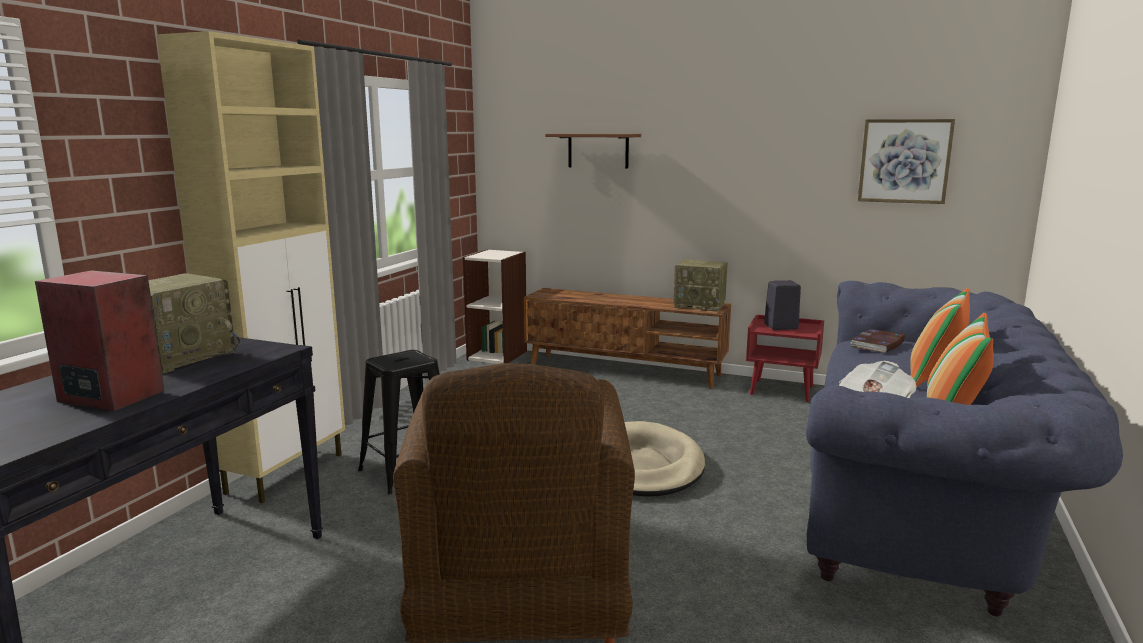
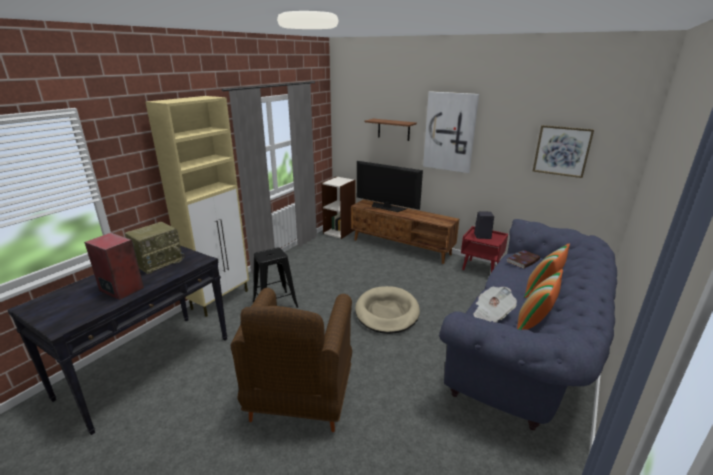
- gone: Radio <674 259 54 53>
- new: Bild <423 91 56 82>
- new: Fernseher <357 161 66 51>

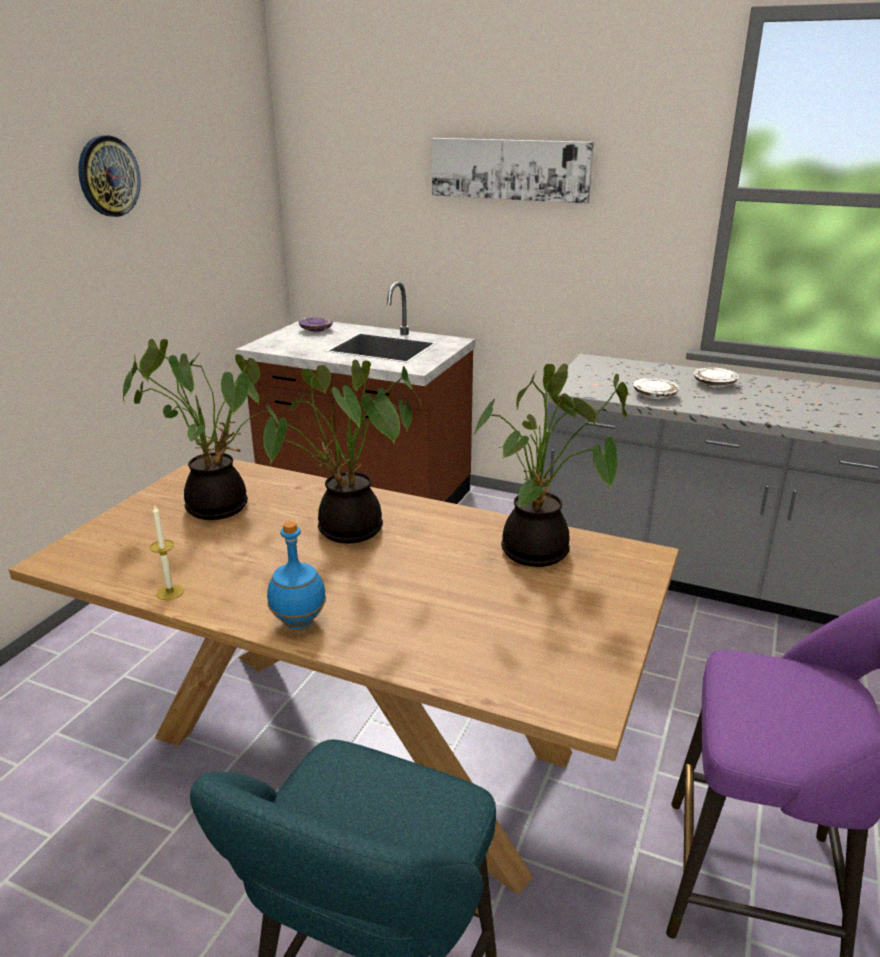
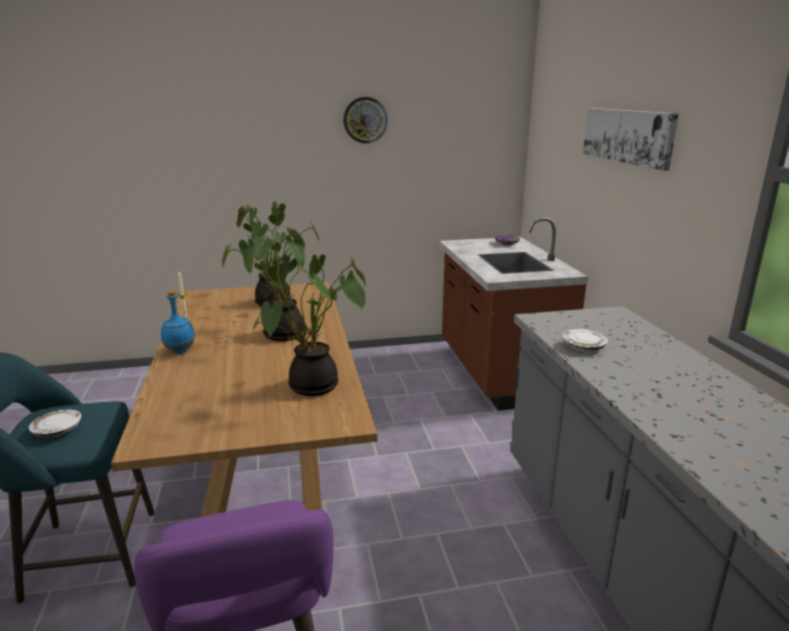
- shifted: Teller/weiß <694 367 45 21> to <29 410 52 27>

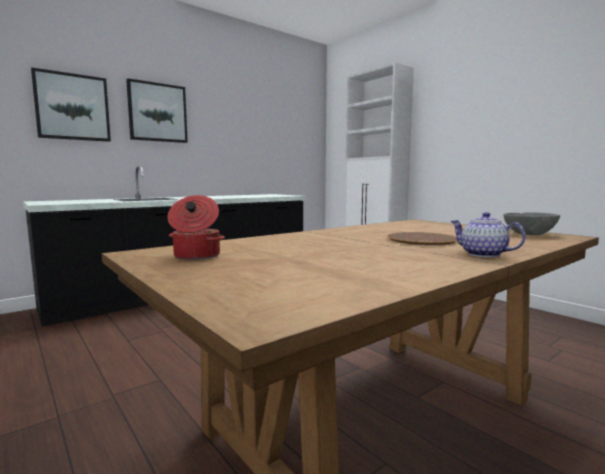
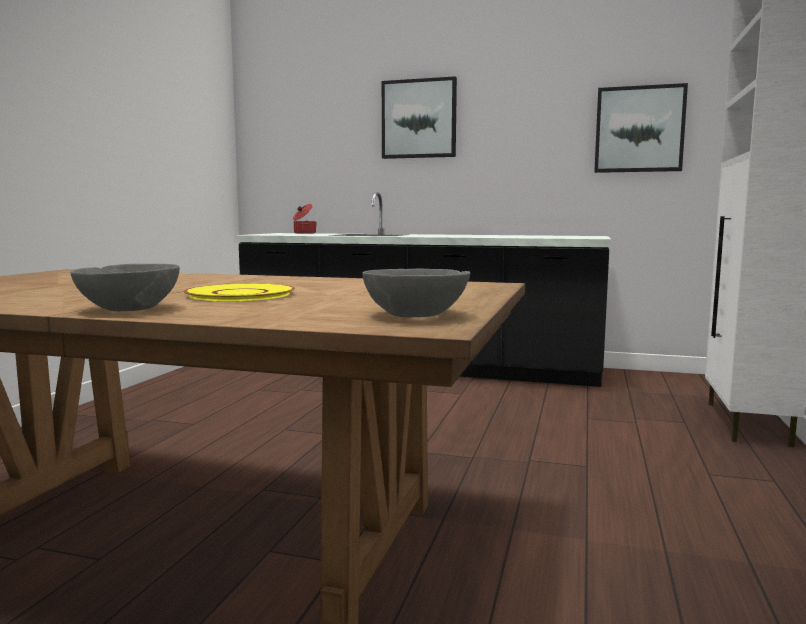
- shifted: Bild <31 67 80 75> to <594 83 94 90>
- shifted: Kochtopf <168 195 57 65> to <293 204 24 30>
- swapped: Teekanne <451 212 75 45> to Schüssel/grau <70 264 110 47>
- repainted: Teller/braun <387 232 70 14> to Teller/gelb <184 283 111 18>

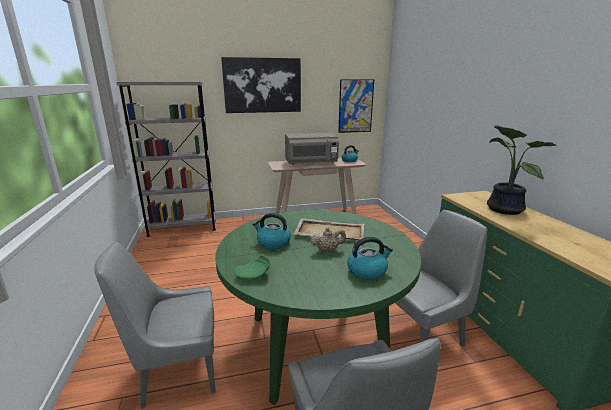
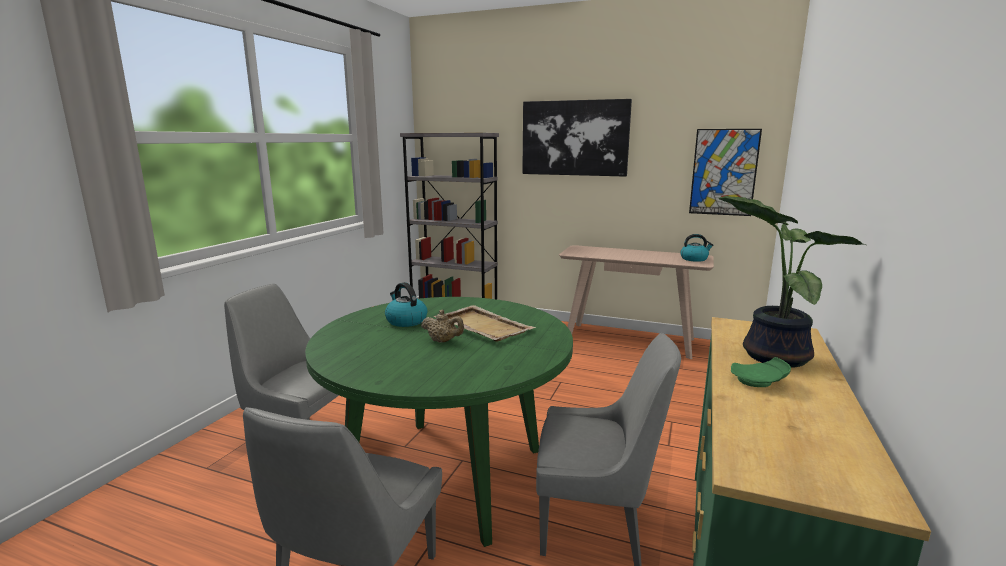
- gone: Mikrowelle/grau <285 133 54 32>
- gone: Wasserkessel <347 237 46 43>
- shifted: Teller/grün <235 255 35 26> to <731 357 60 30>

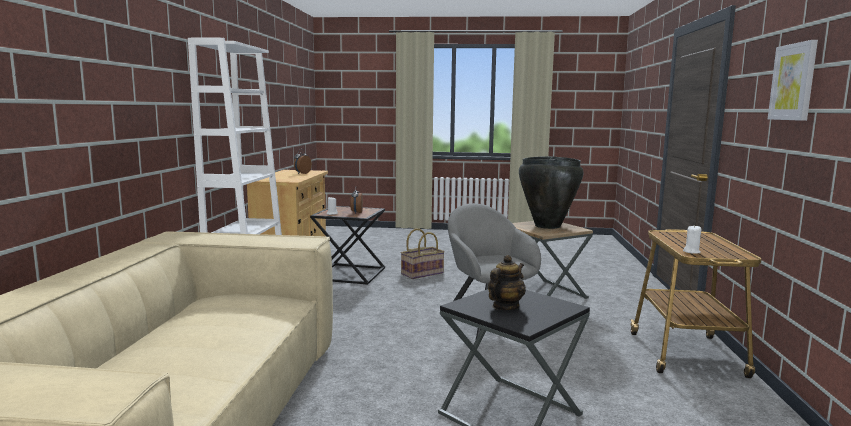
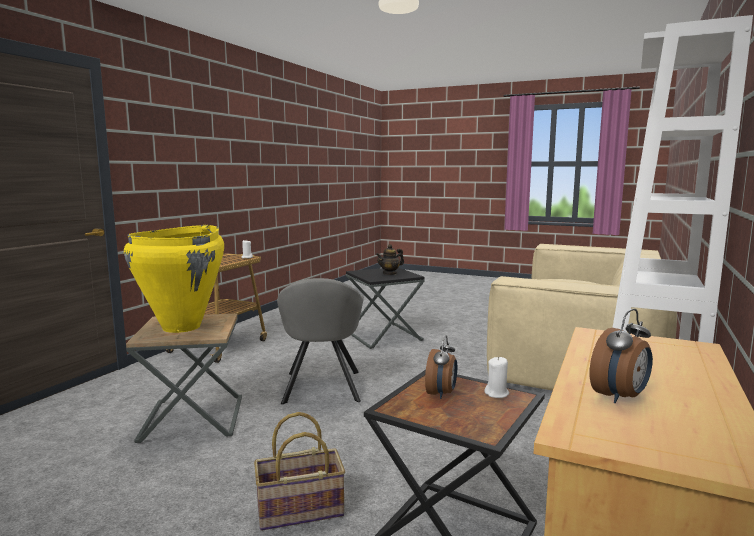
- gone: Bild <768 40 50 81>
- repainted: Vase/schwarz <519 156 65 73> to Vase/gelb <124 225 100 108>

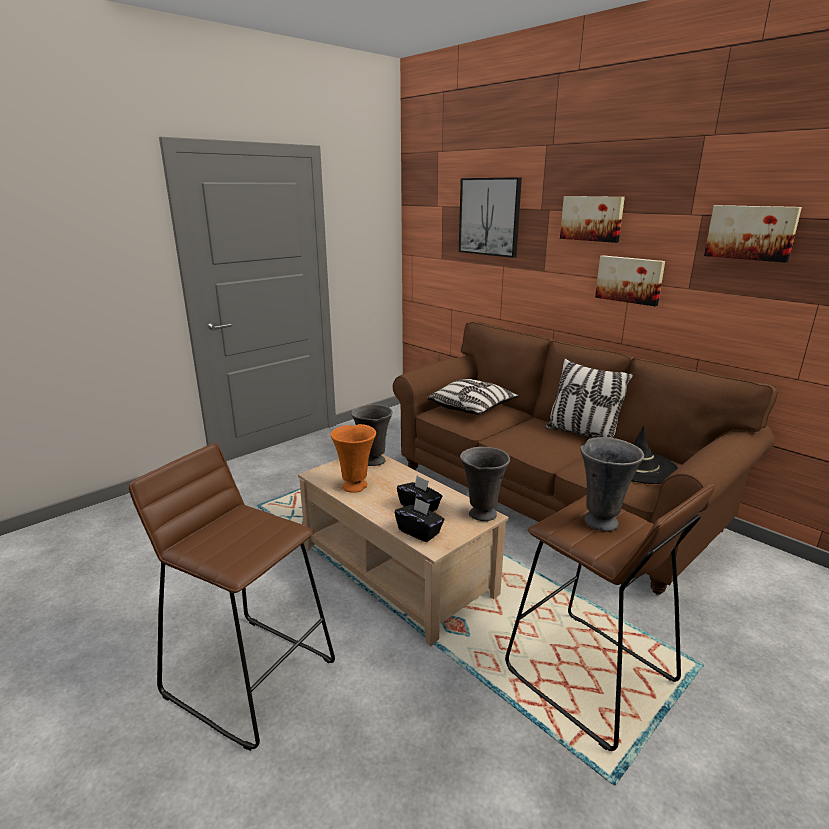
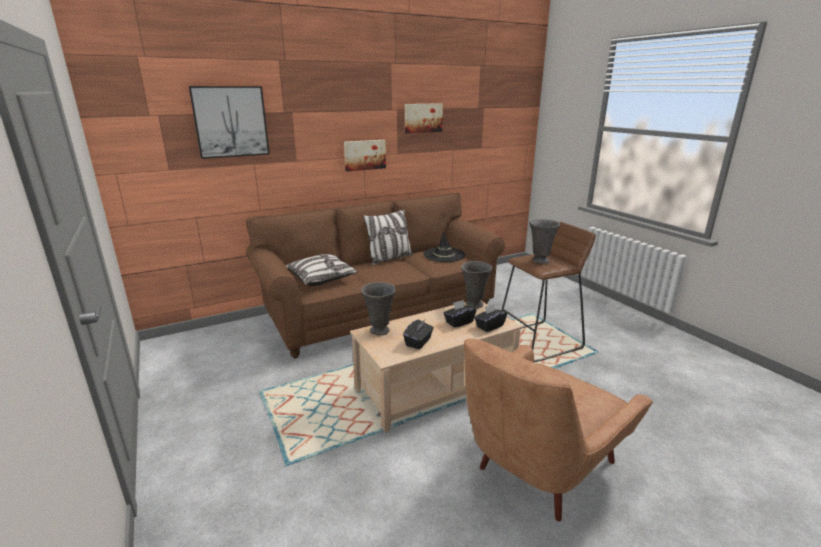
- gone: Bild <560 196 65 47>
- swapped: Vase/orange <330 424 46 69> to Taschentuchbox/schwarz <403 320 31 29>
- swapped: Hocker/braun <129 443 206 308> to Sessel/braun <464 339 189 182>

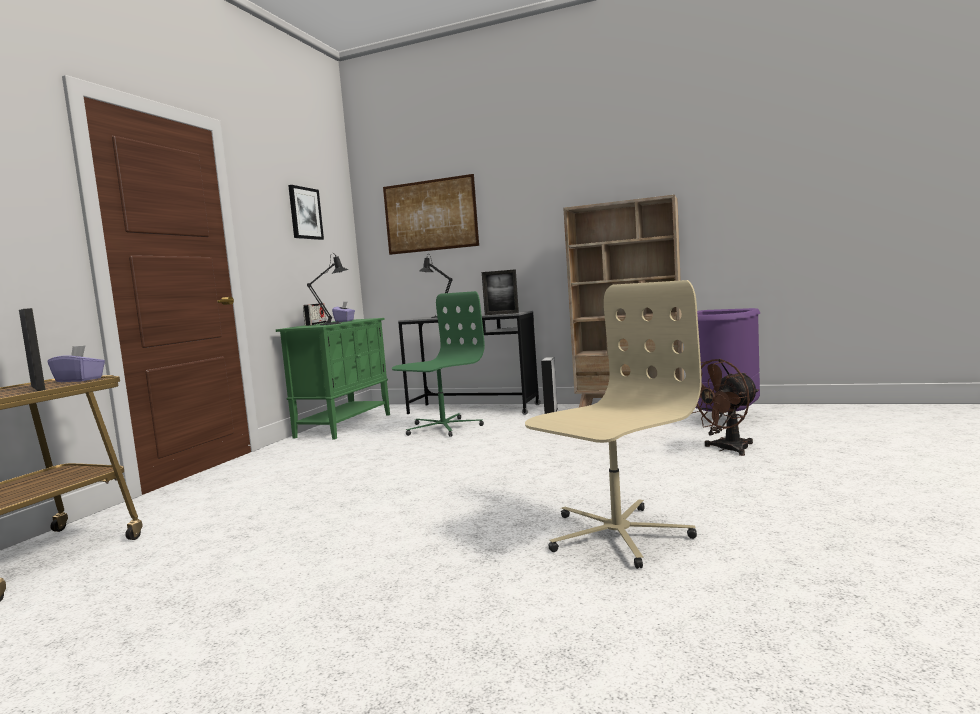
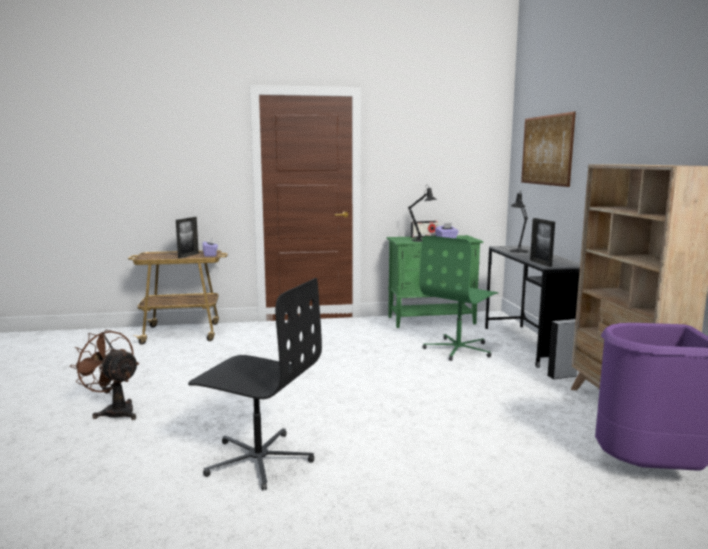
- gone: Bild <288 185 36 55>
- repainted: Bürostuhl/beige <525 280 177 289> to Bürostuhl/schwarz <188 278 134 212>
- rotated: Bürostuhl/grün <392 291 93 146> = <420 235 79 126> 120 degrees clockwise
- shifted: Ventilator/braun <692 359 67 97> to <70 330 69 90>

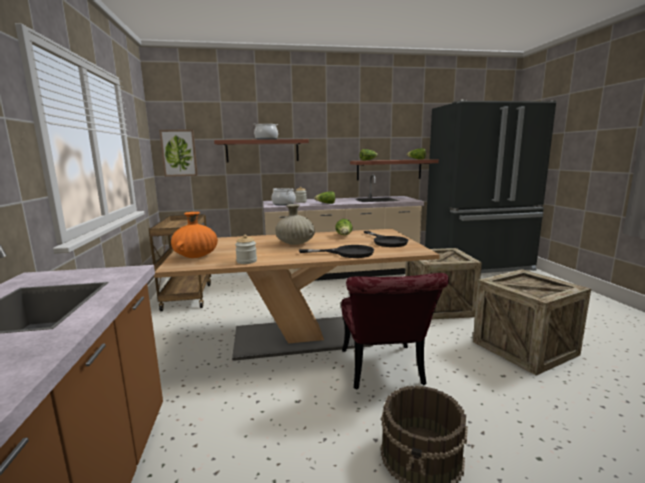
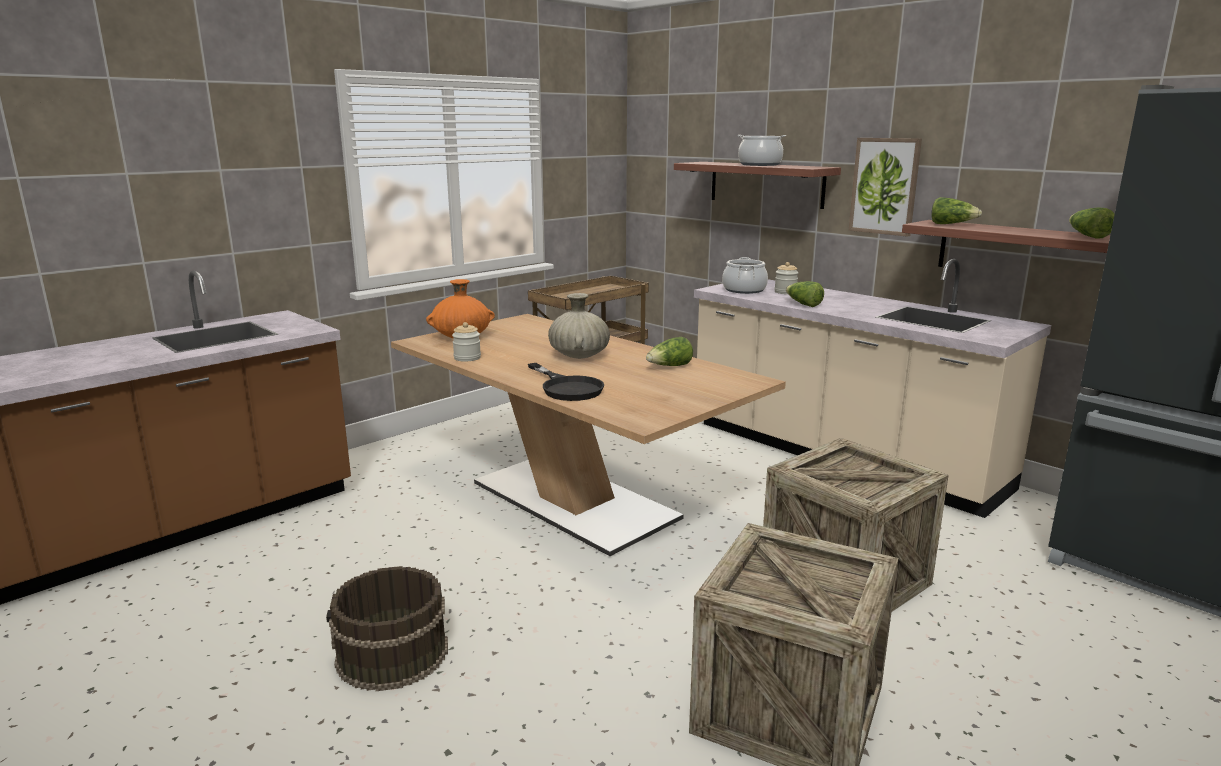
- shifted: Bild <159 130 39 47> to <849 138 73 99>
- gone: Pfanne/schwarz <364 231 45 16>
- gone: Stuhl/rot <341 273 108 116>

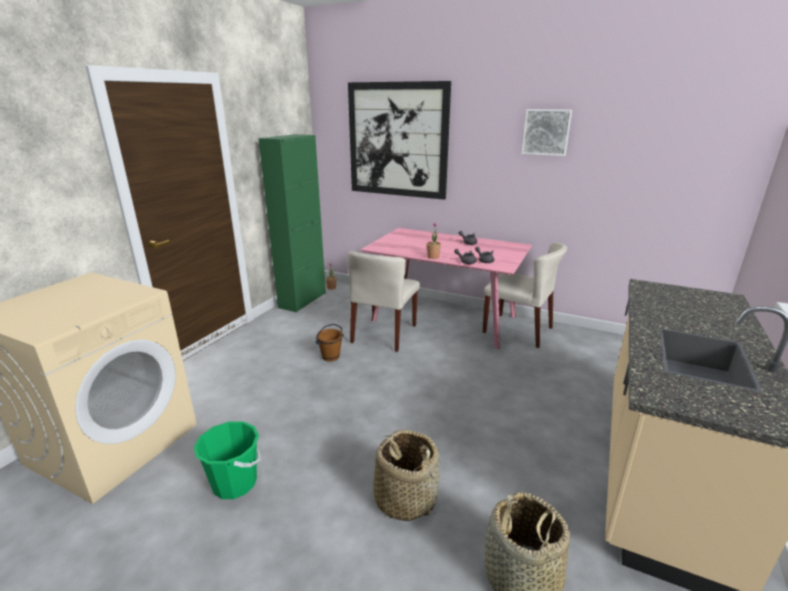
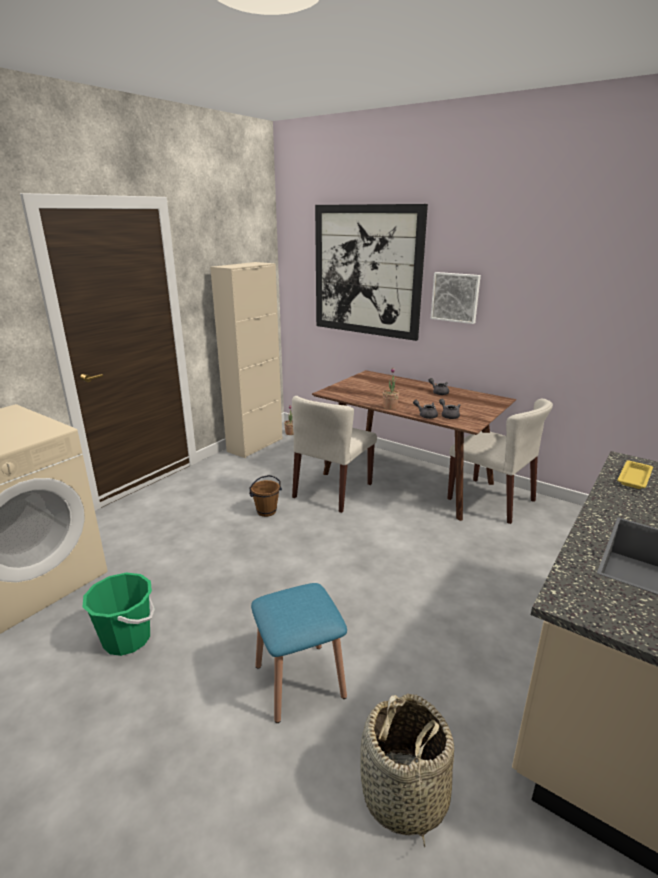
- shifted: Bild <522 109 50 47> to <431 272 50 52>
- repainted: Schrank/grün <258 134 68 178> to Schrank/beige <210 262 73 196>
- repainted: Esstisch/rosa <360 228 172 121> to Esstisch/braun <312 370 204 151>
- swapped: Korb <373 430 66 91> to Hocker/blau <251 583 96 140>
- new: Tablett/gelb <617 461 36 28>

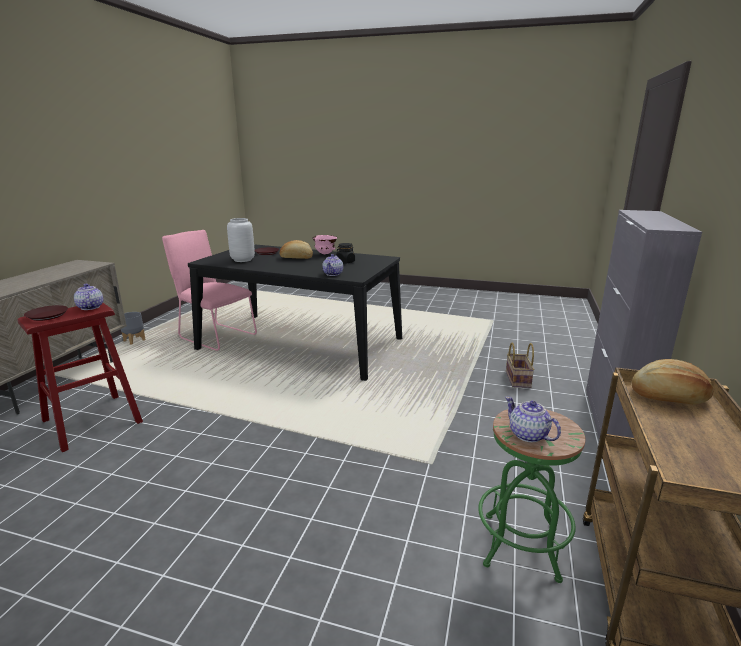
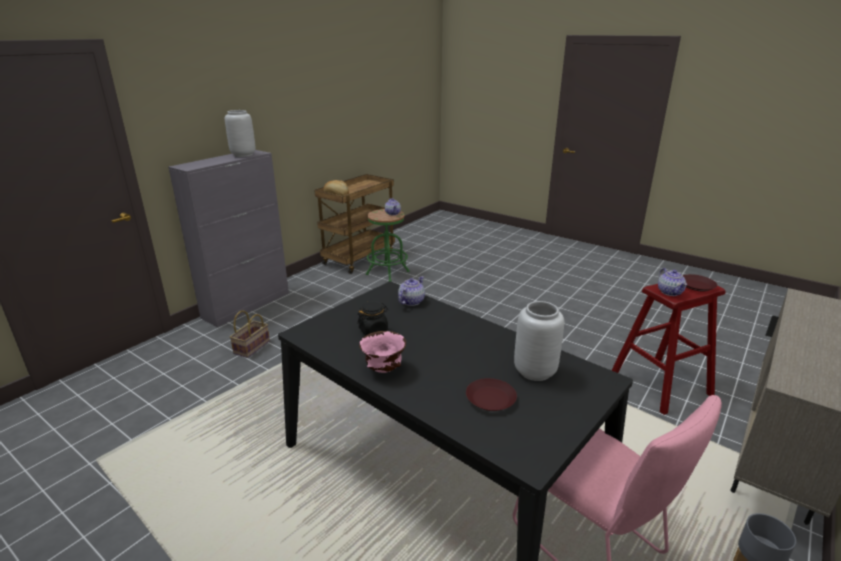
- gone: Brot <280 240 33 19>
- new: Vase/grau <225 110 31 47>

